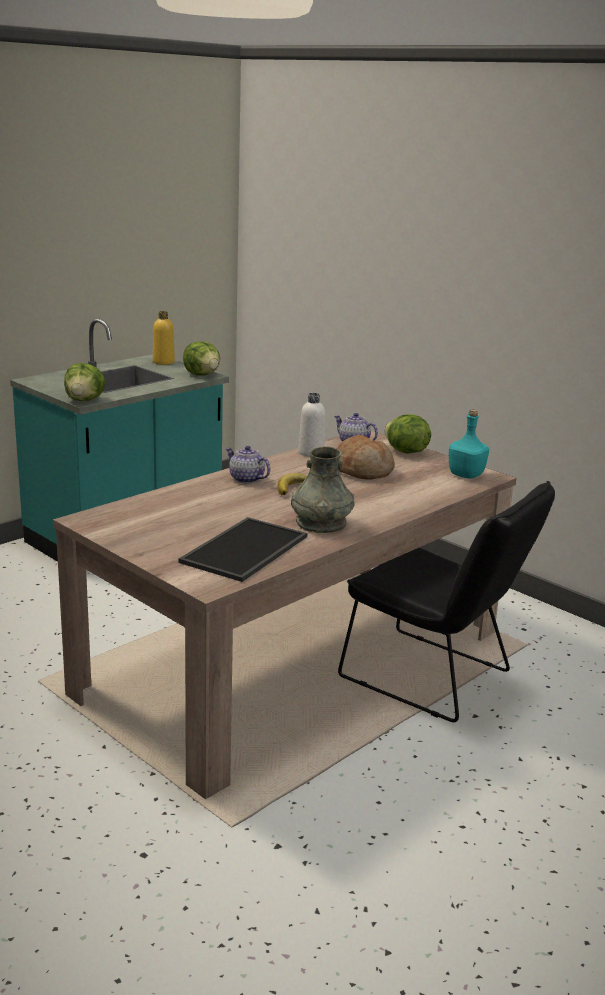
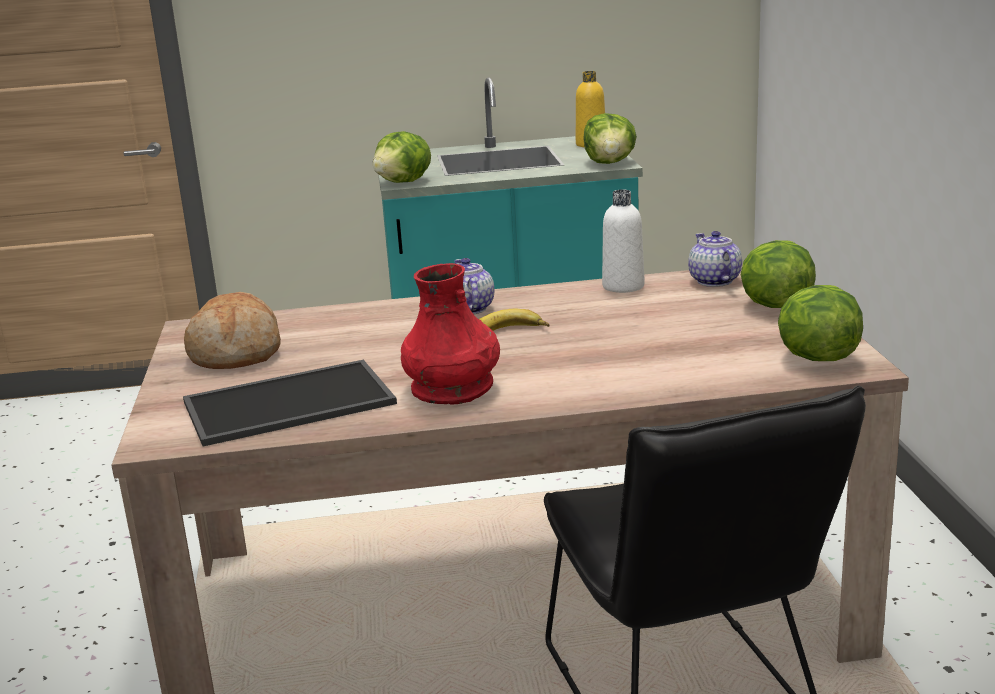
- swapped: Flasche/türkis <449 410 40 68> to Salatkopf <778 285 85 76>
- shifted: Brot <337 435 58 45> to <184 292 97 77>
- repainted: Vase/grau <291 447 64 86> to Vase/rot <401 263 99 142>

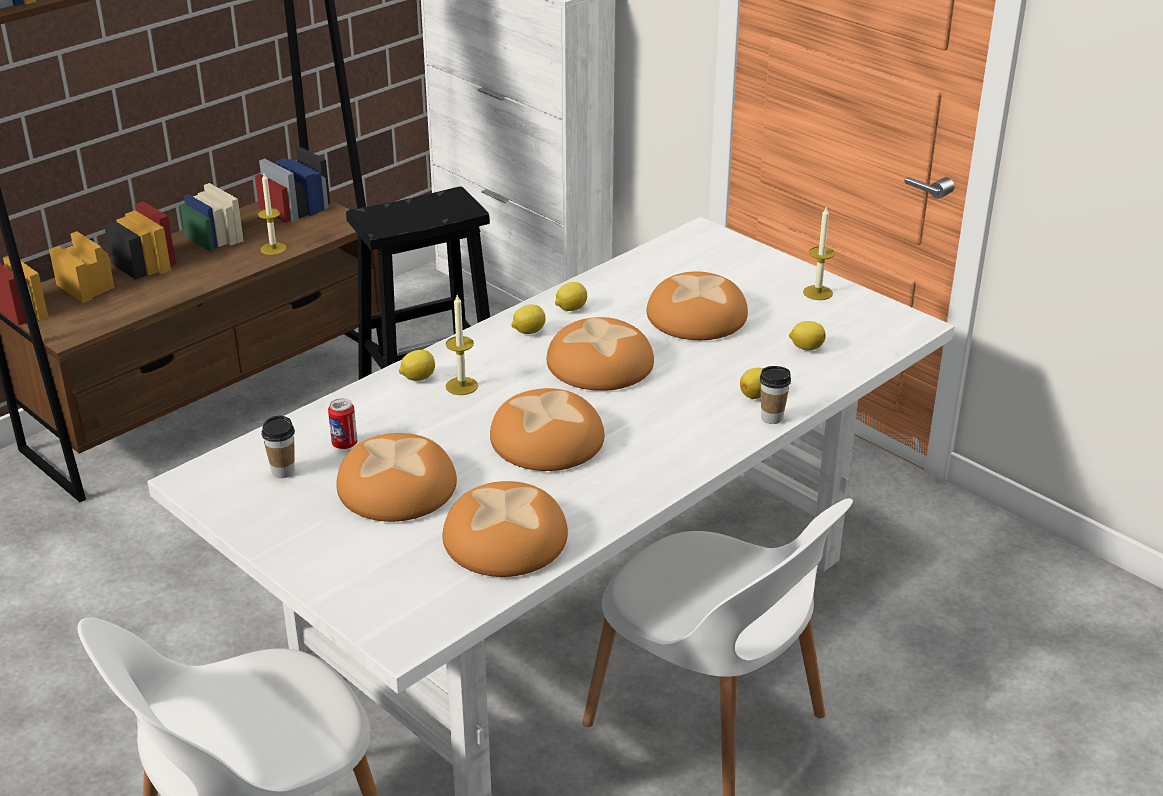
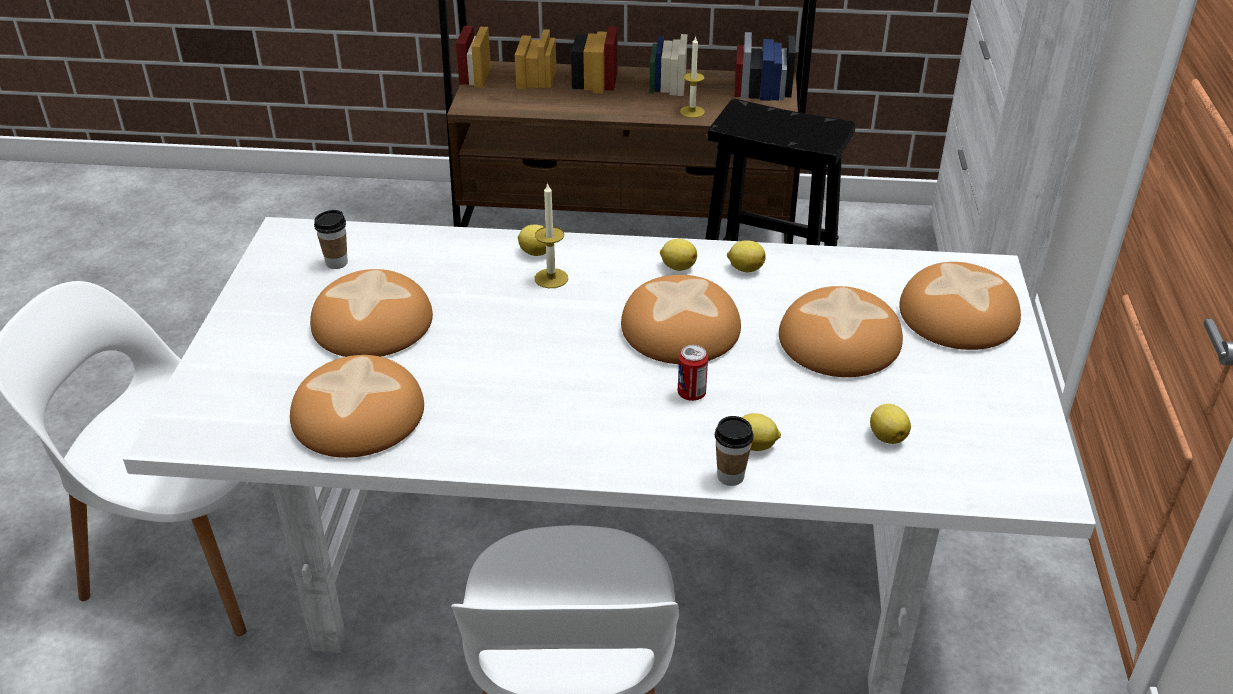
- gone: Kerze <803 206 32 94>
- shifted: Brot <490 388 115 83> to <899 262 122 88>
- shifted: Dose <328 398 29 51> to <678 345 30 56>

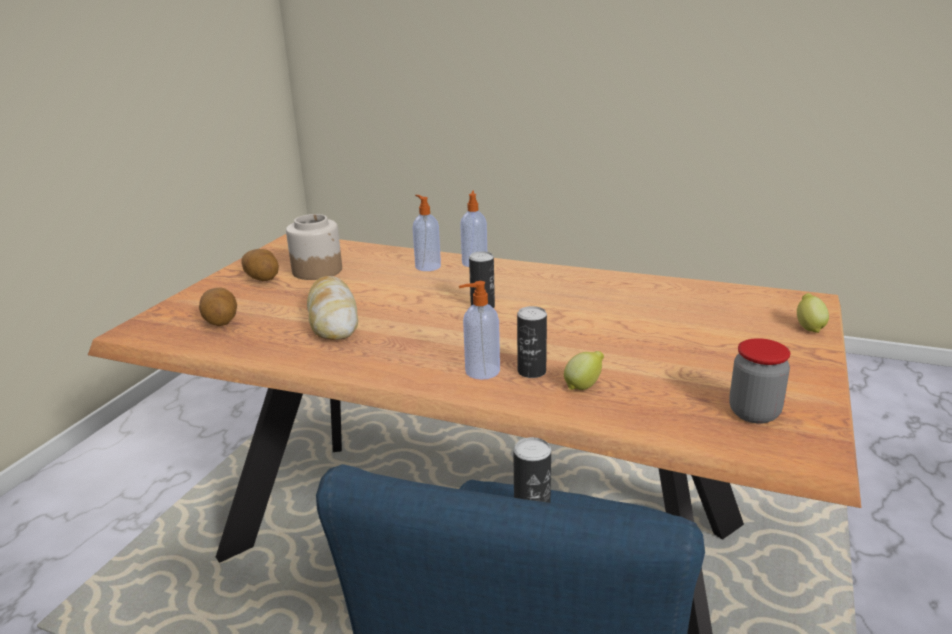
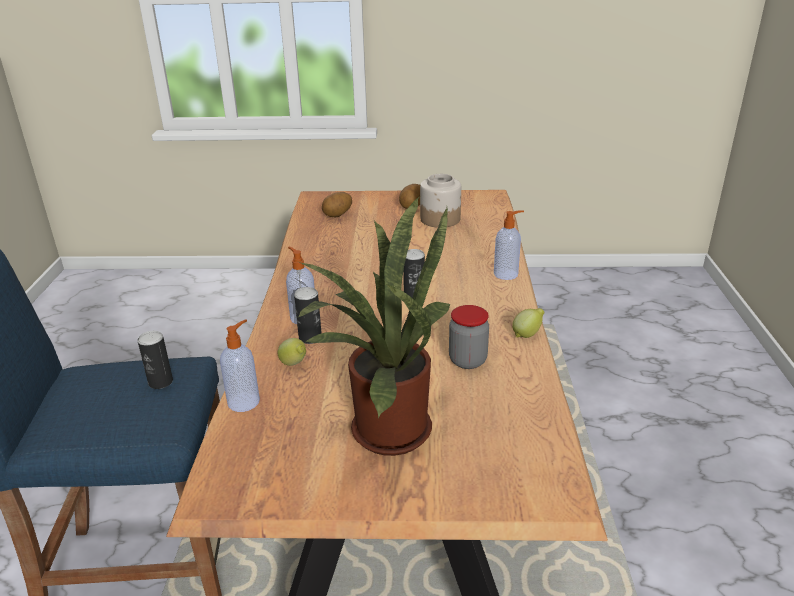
- shifted: Seifenspender <413 195 28 76> to <220 319 40 93>
- gone: Brot <307 276 51 64>
- shifted: Zitrone <797 293 32 40> to <512 308 32 30>
- shifted: Vorratsglas <729 338 61 86> to <449 305 40 64>
- new: Topfpflanze <299 197 151 259>

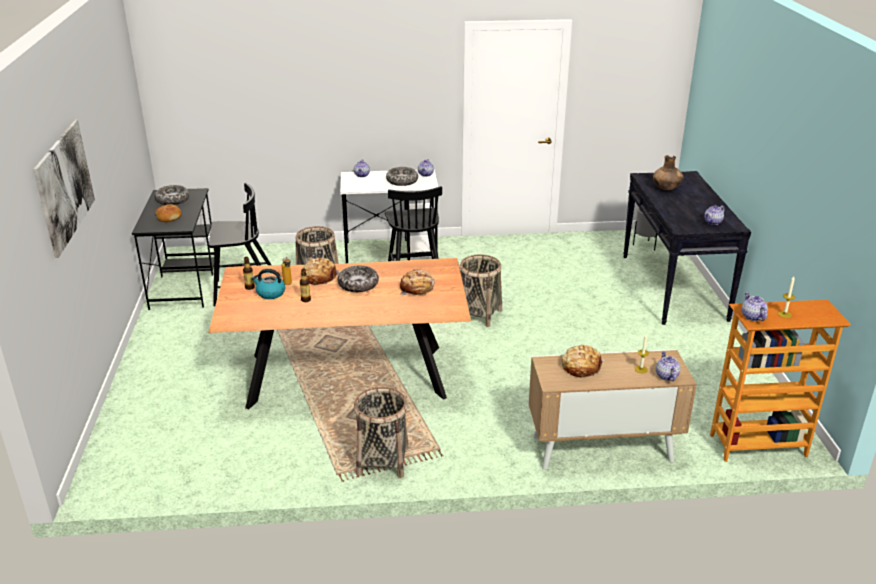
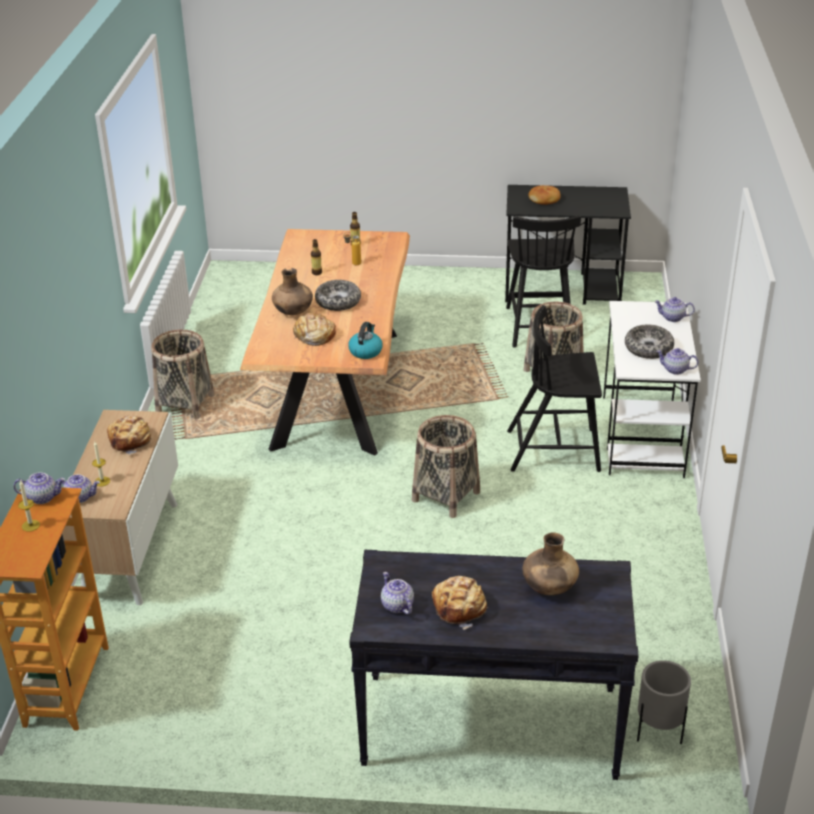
- gone: Bild <33 120 62 138>
- gone: Schüssel <155 185 35 20>
- shifted: Brot <302 258 38 27> to <432 576 56 54>
- shifted: Wasserkessel <251 269 34 30> to <348 322 35 37>
- new: Vase/braun <272 268 41 47>

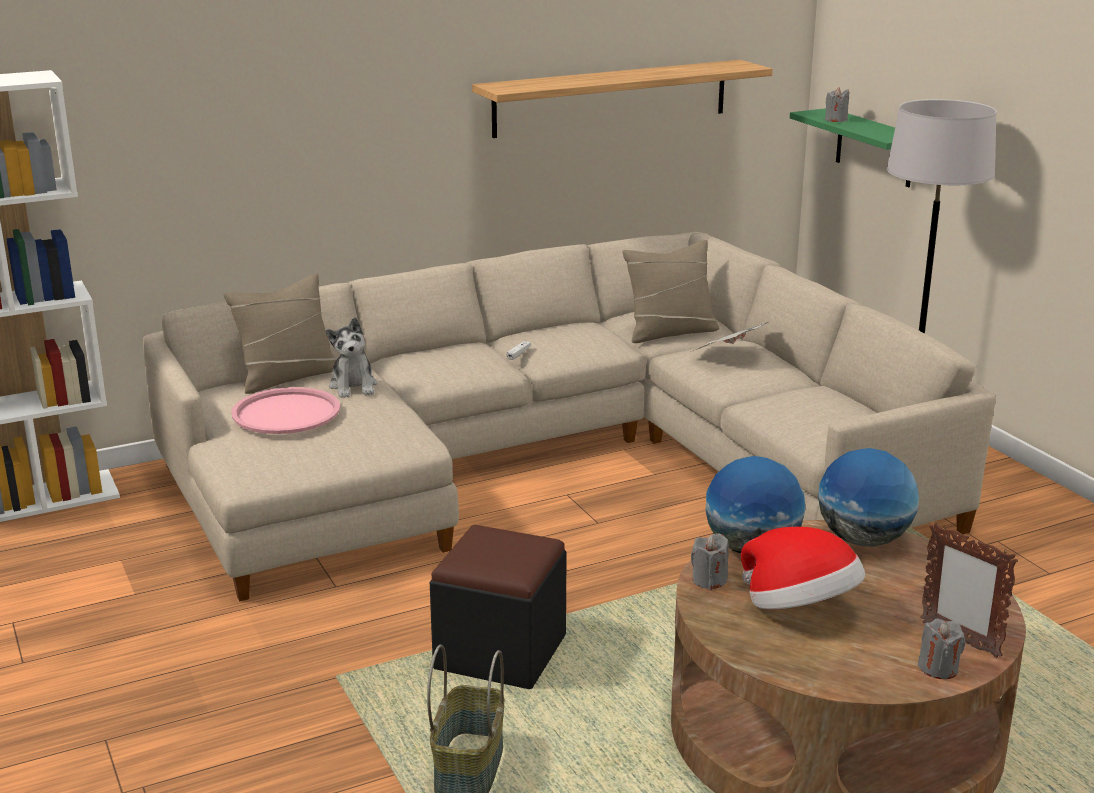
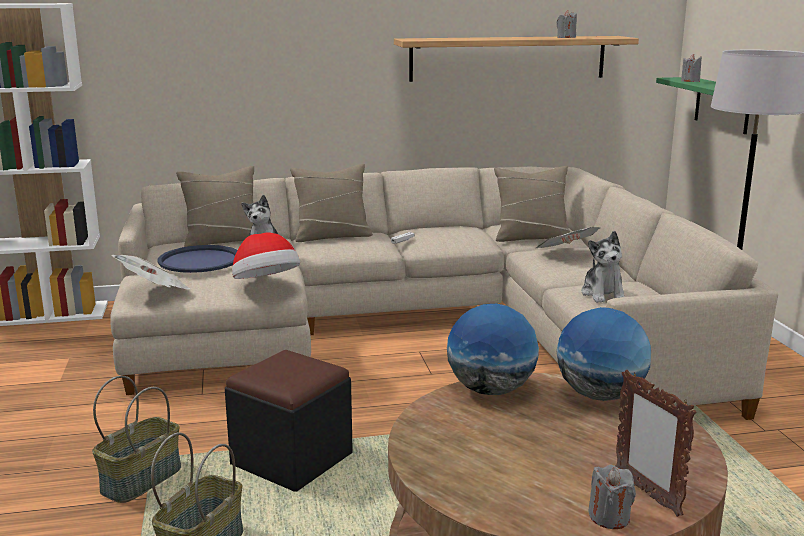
- repainted: Tablett/rosa <231 387 109 47> to Tablett/blau <157 245 80 28>
- shifted: Hut <741 527 124 82> to <232 232 68 47>
- shifted: Kerze/grau <691 533 38 57> to <557 10 20 28>
- new: Kissen/beige <290 164 83 78>
- new: Plüschtier <581 231 43 72>
- new: Zeitung <111 255 80 35>
- new: Korb <92 376 89 127>

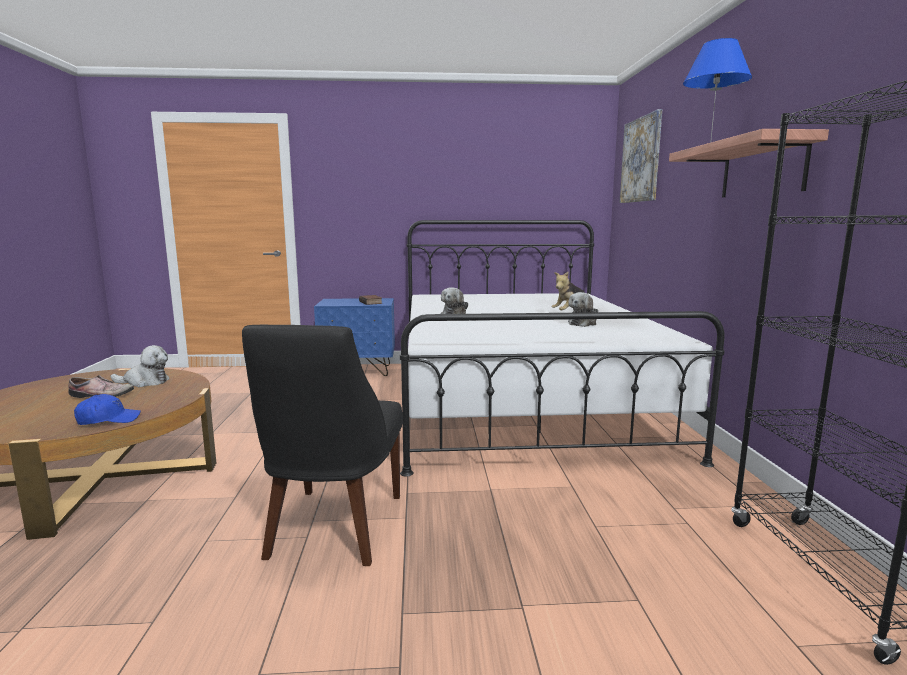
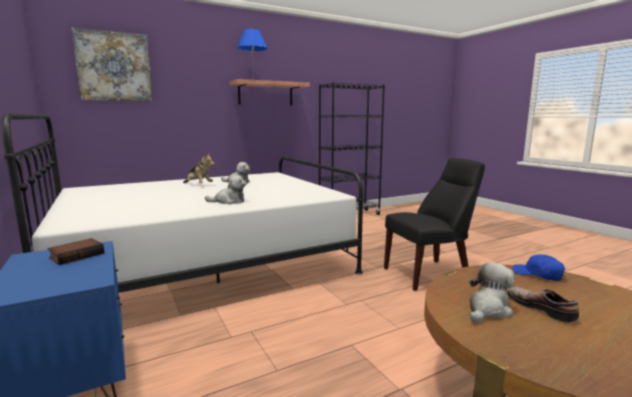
- rotated: Plüschtier <111 345 59 42> = <469 263 46 60> 75 degrees clockwise

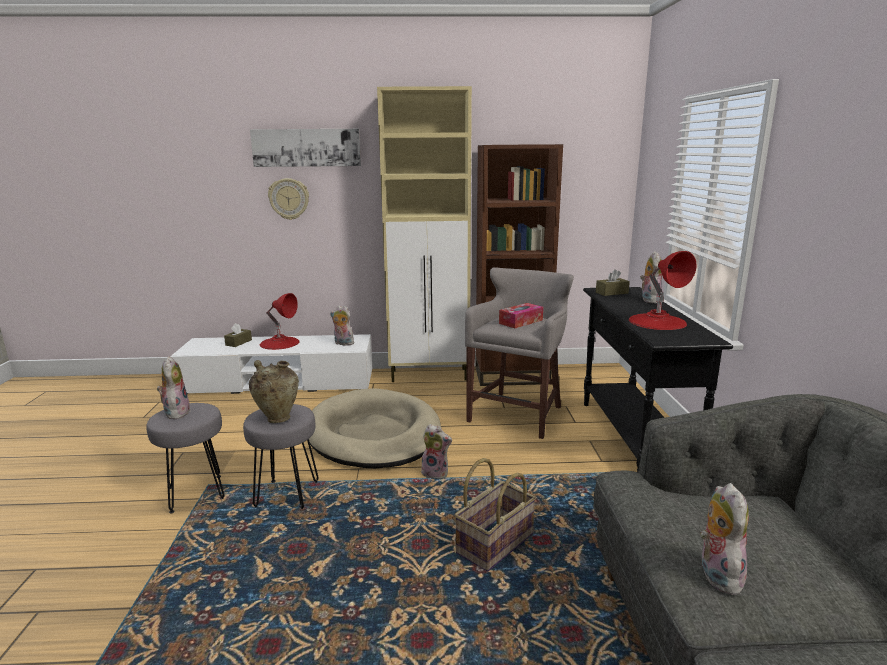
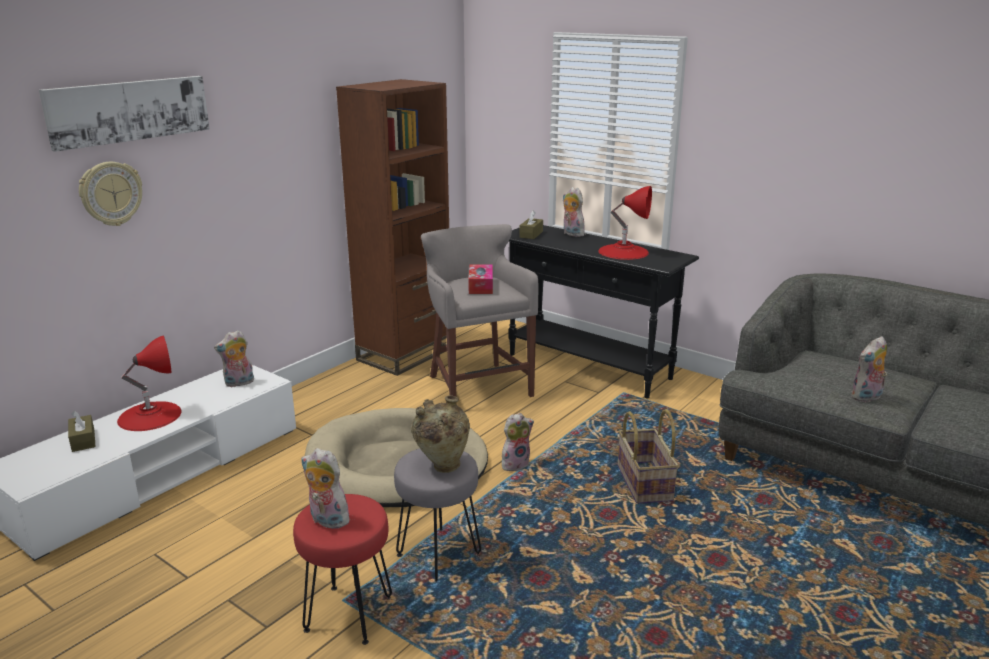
- gone: Schrank/beige <377 86 95 296>
- repainted: Hocker/grau <146 403 78 110> to Hocker/rot <293 494 99 151>
- rotated: Plüschtier <700 483 49 113> = <851 336 37 66> 75 degrees counterclockwise

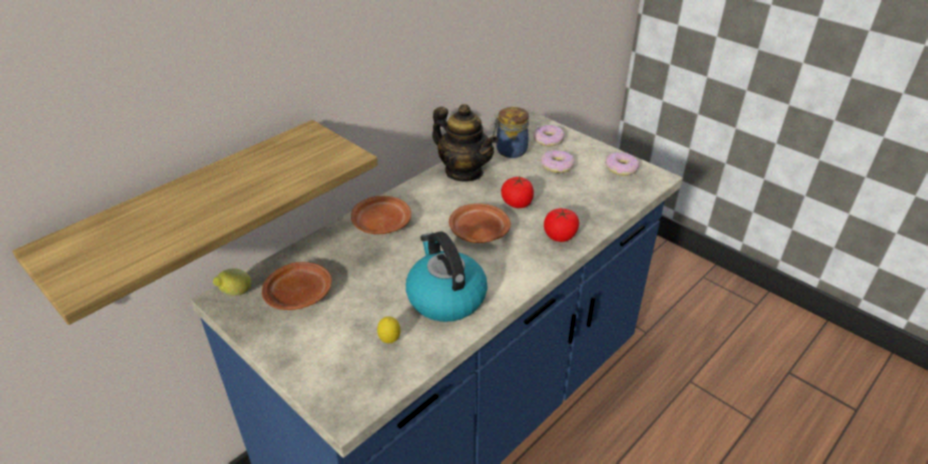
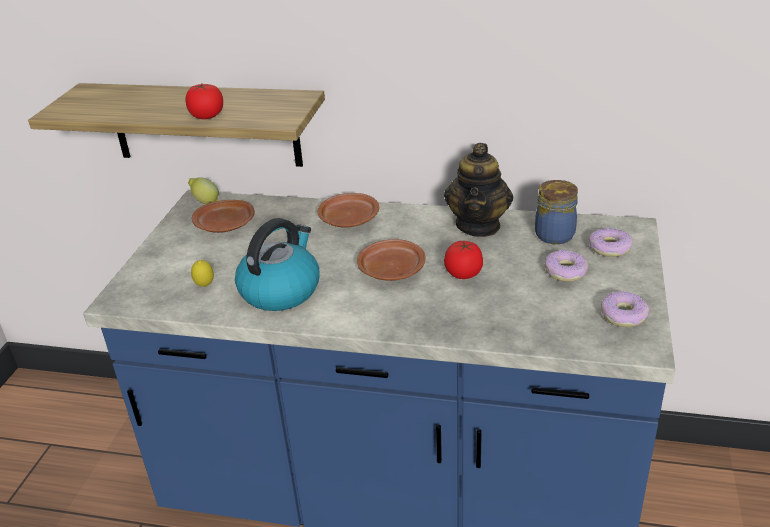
- shifted: Tomate <544 208 35 34> to <186 84 37 35>

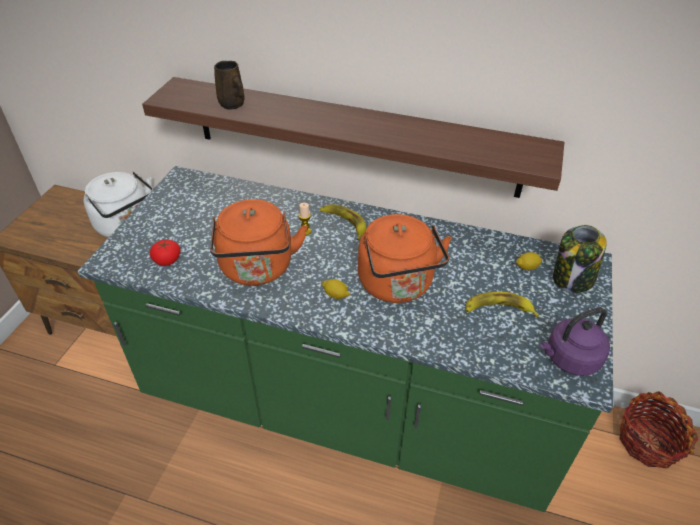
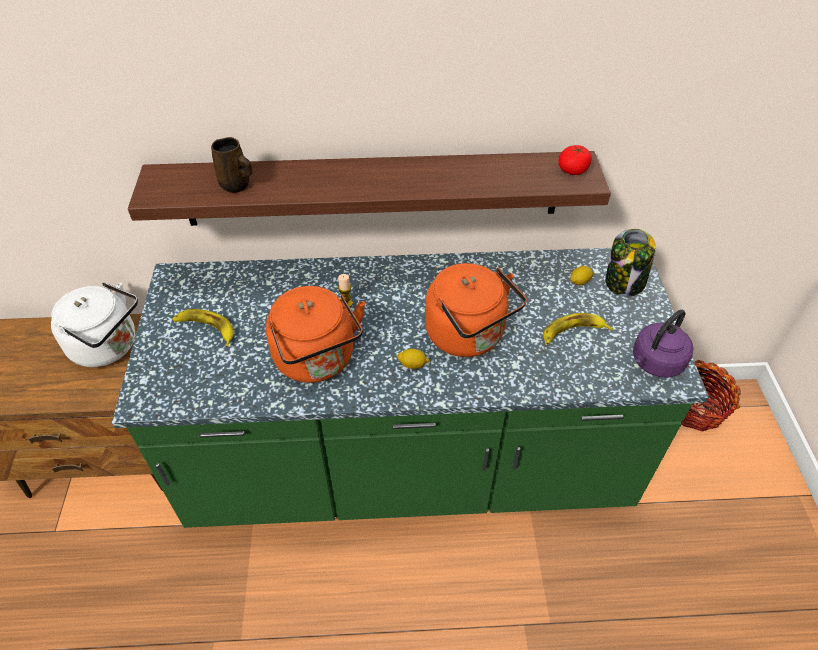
- shifted: Banane <320 204 47 36> to <172 309 62 38>
- shifted: Tomate <150 240 30 26> to <559 145 33 30>

